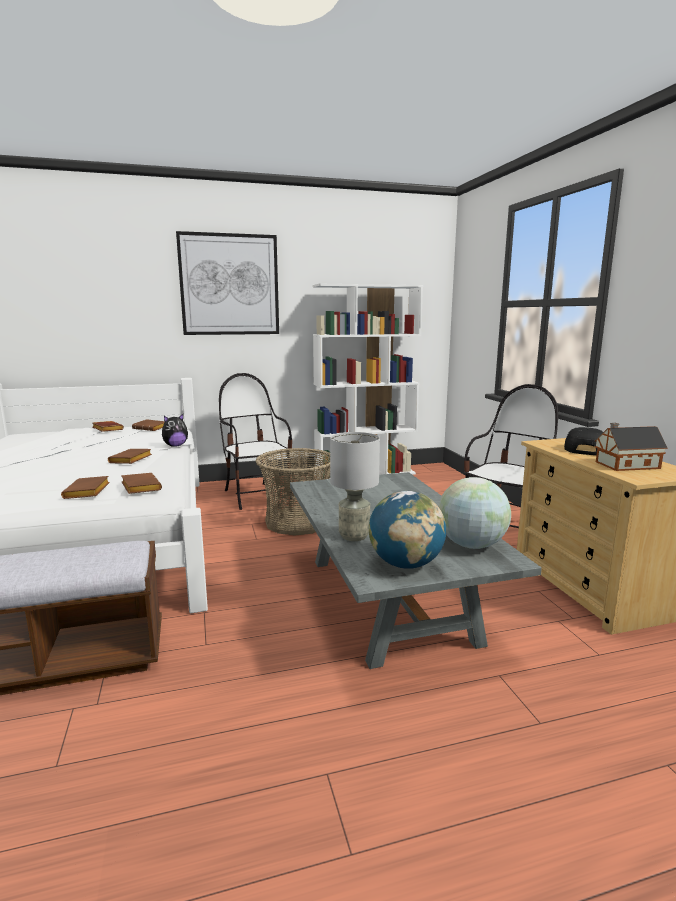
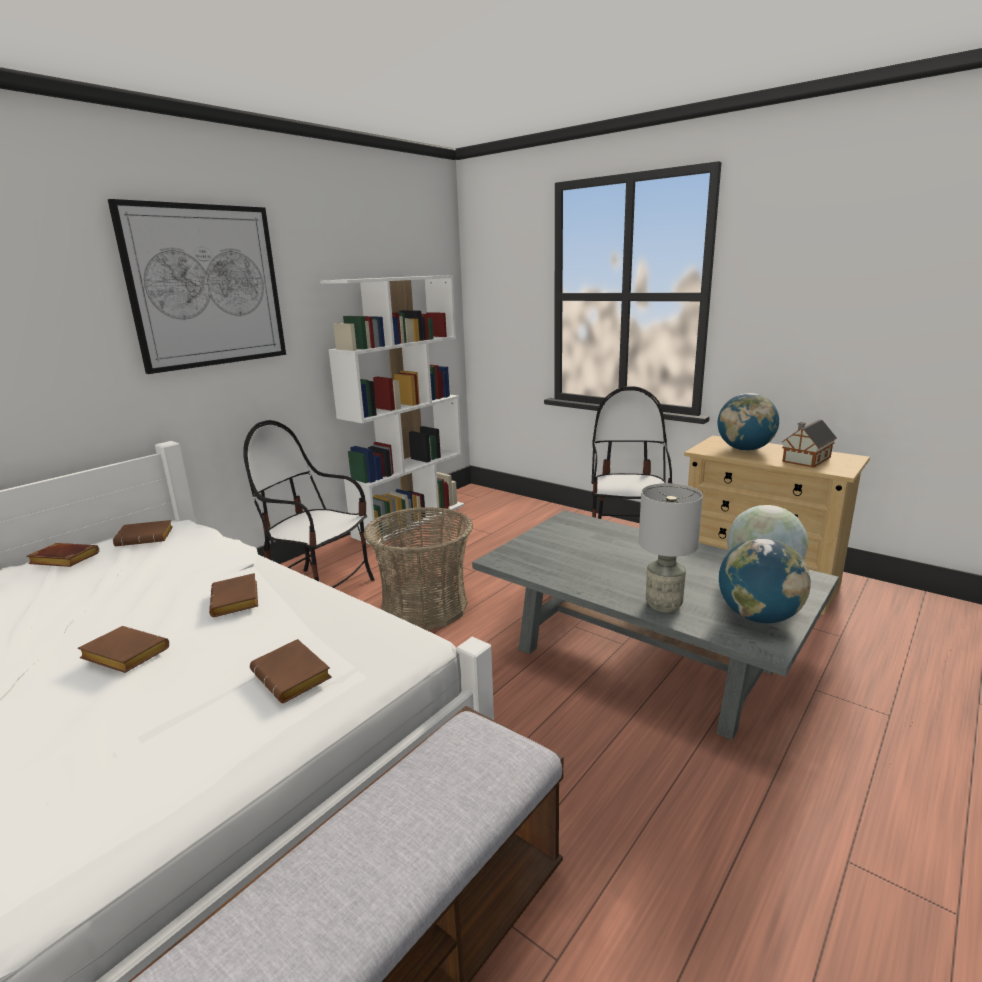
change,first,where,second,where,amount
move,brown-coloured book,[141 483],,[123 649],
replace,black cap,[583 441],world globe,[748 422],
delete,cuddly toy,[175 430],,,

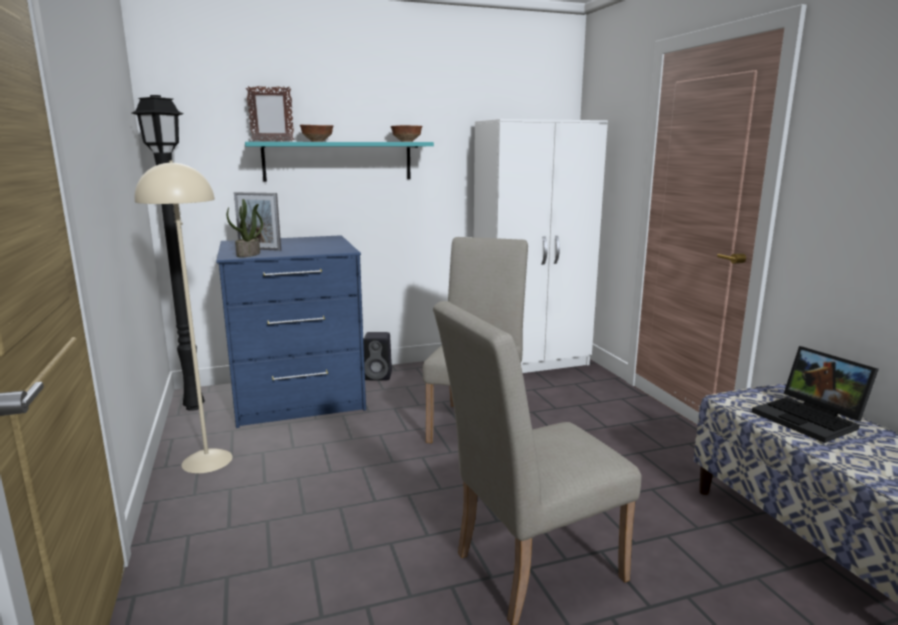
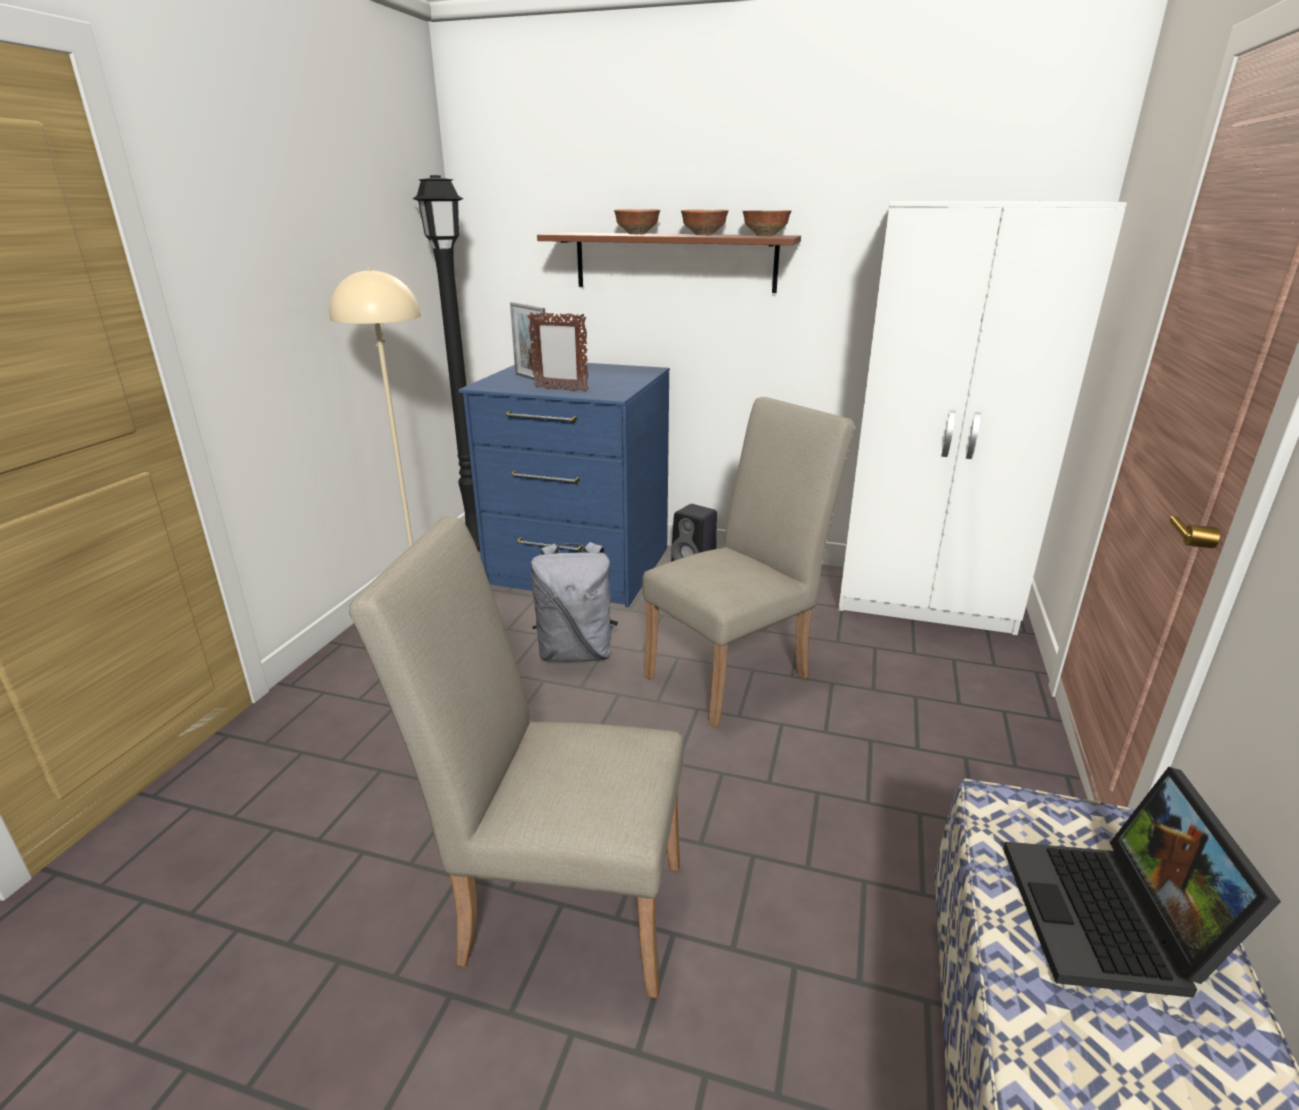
change,first,where,second,where,amount
move,picture frame,[270 113],,[558 352],
insert,,,gray rucksack,[574 602],
recolor,blue-green shelf,[339 162],brown-coloured shelf,[669 262],
insert,,,deep dish,[705 222],
delete,plant in a pot,[245 228],,,

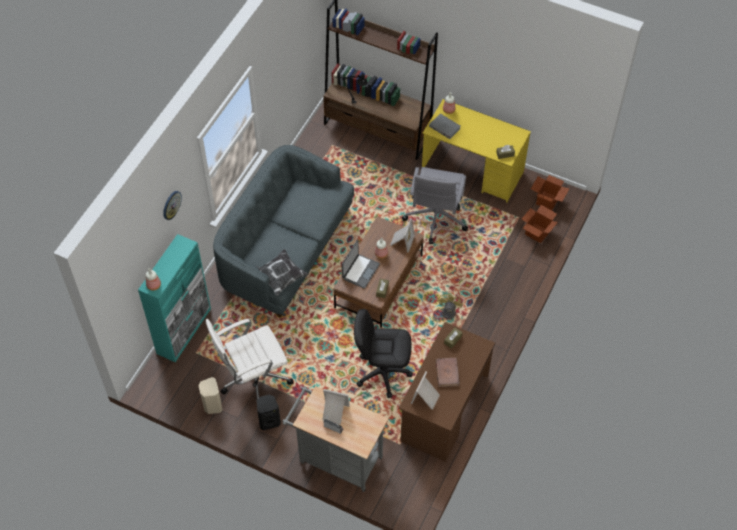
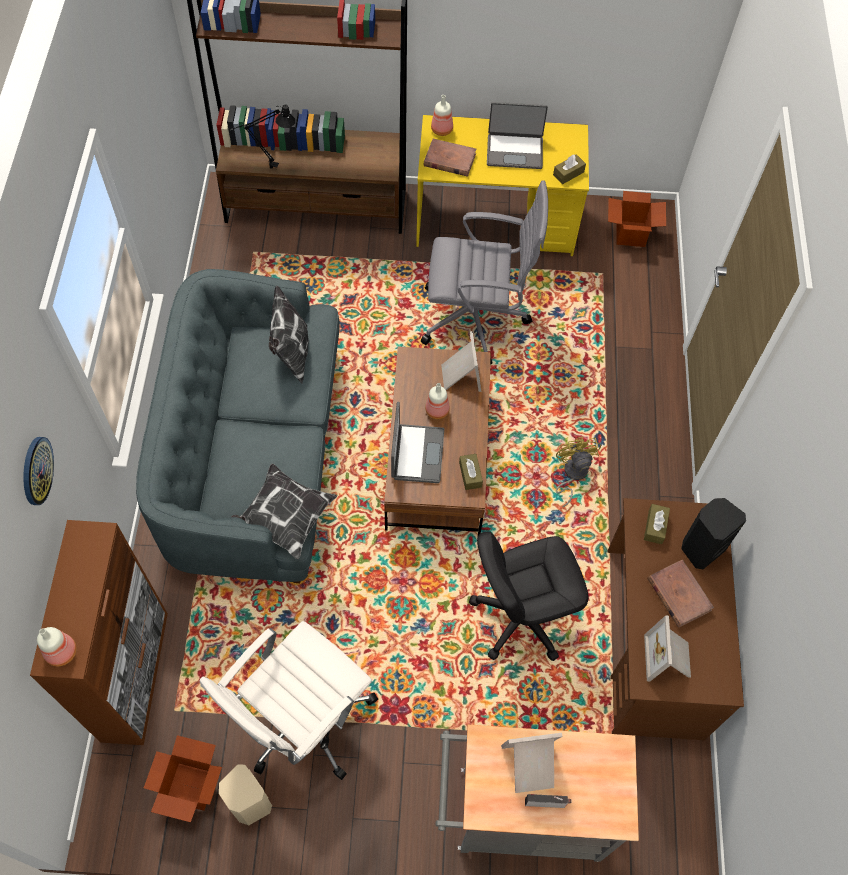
change,first,where,second,where,amount
recolor,blue-green cupboard,[174 298],brown-coloured cupboard,[99 632],
move,cardboard box,[540 224],,[183 778],
insert,,,throw pillow,[289 334],
rotate,gray office chair,[435 205],,[484 272],75 degrees counterclockwise
recolor,gray book,[445 126],brown-coloured book,[450 158],
insert,,,notebook computer,[517 135],
move,black speaker,[269 412],,[713 533],

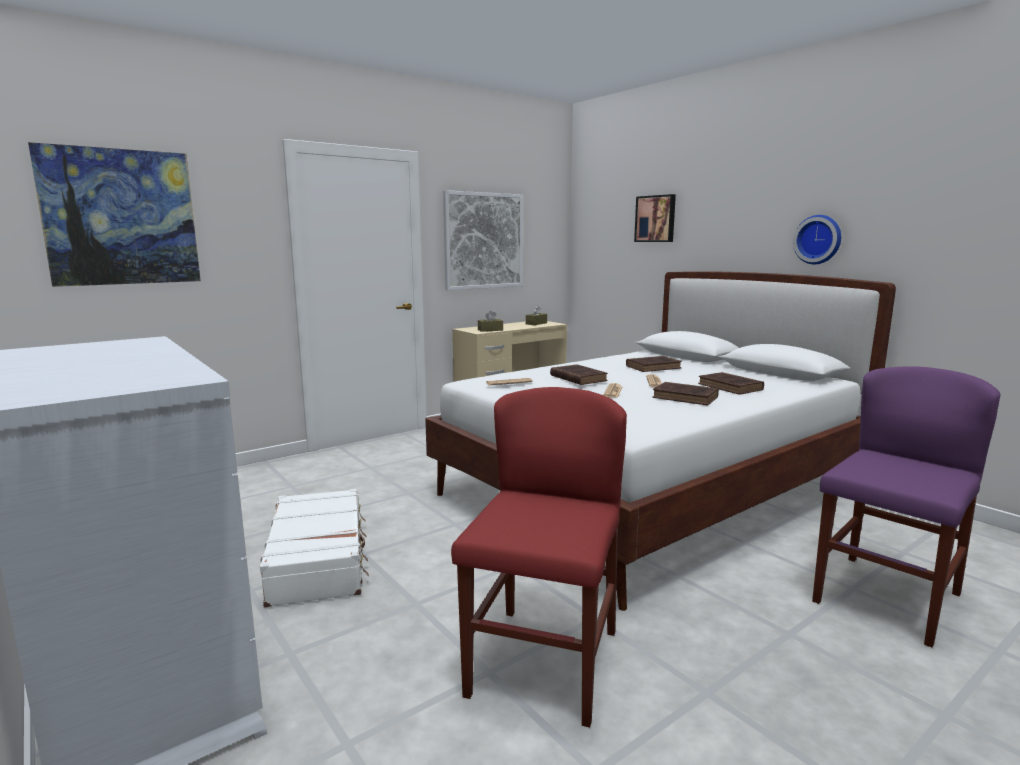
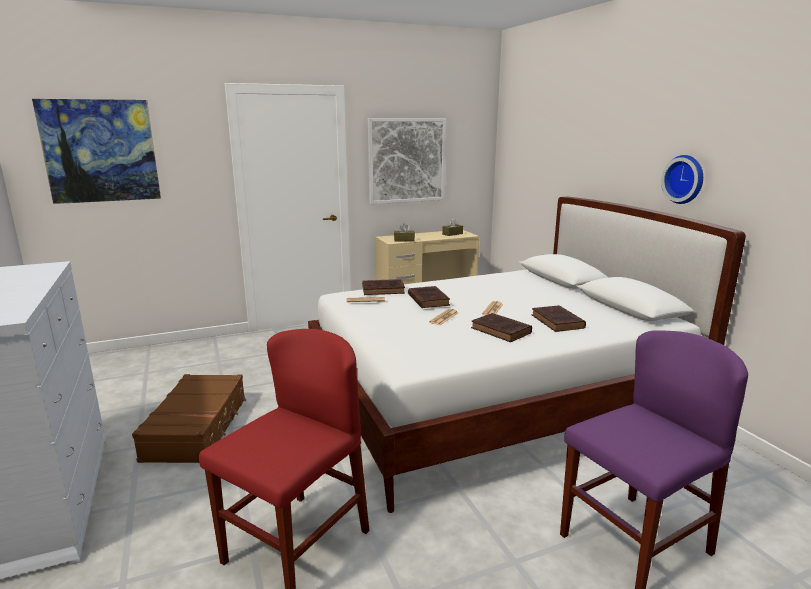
change,first,where,second,where,amount
recolor,white suitcase,[314 548],brown-coloured suitcase,[189 418],
move,brown-coloured book,[654 364],,[383 287],
delete,wall picture,[655 218],,,

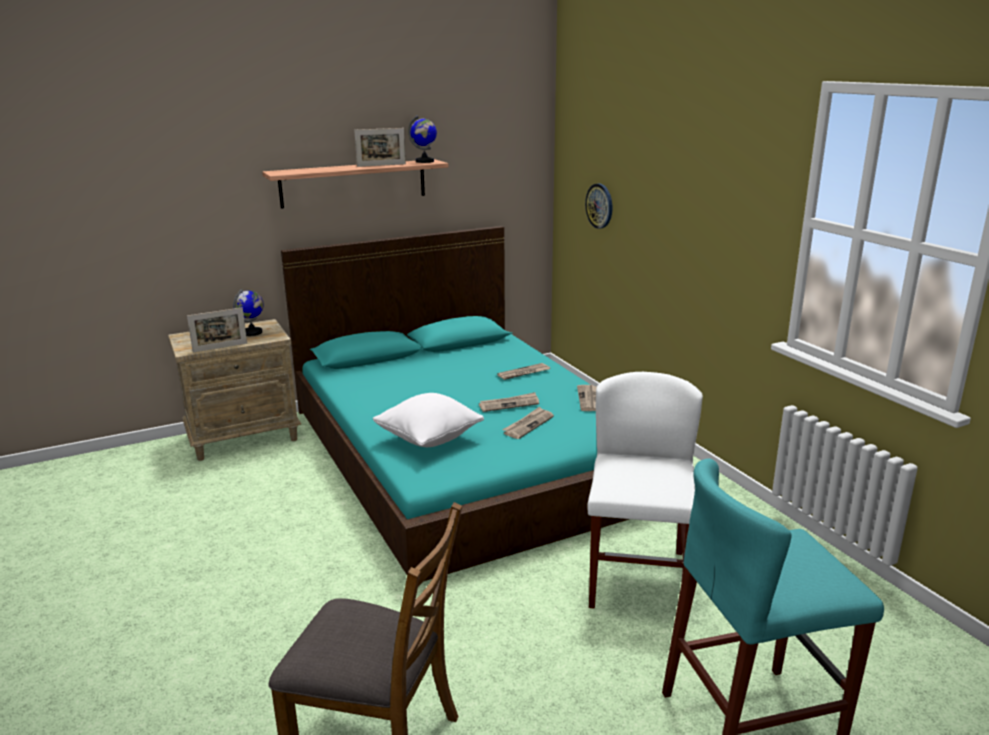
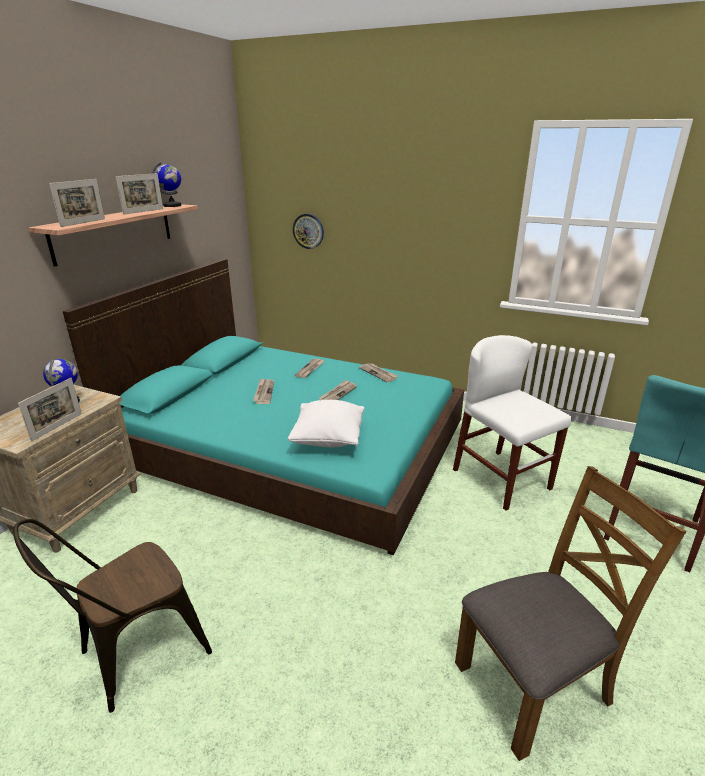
change,first,where,second,where,amount
insert,,,brown-coloured chair,[112 616],
insert,,,picture frame,[77 203],
move,daily paper,[528 423],,[263 391],

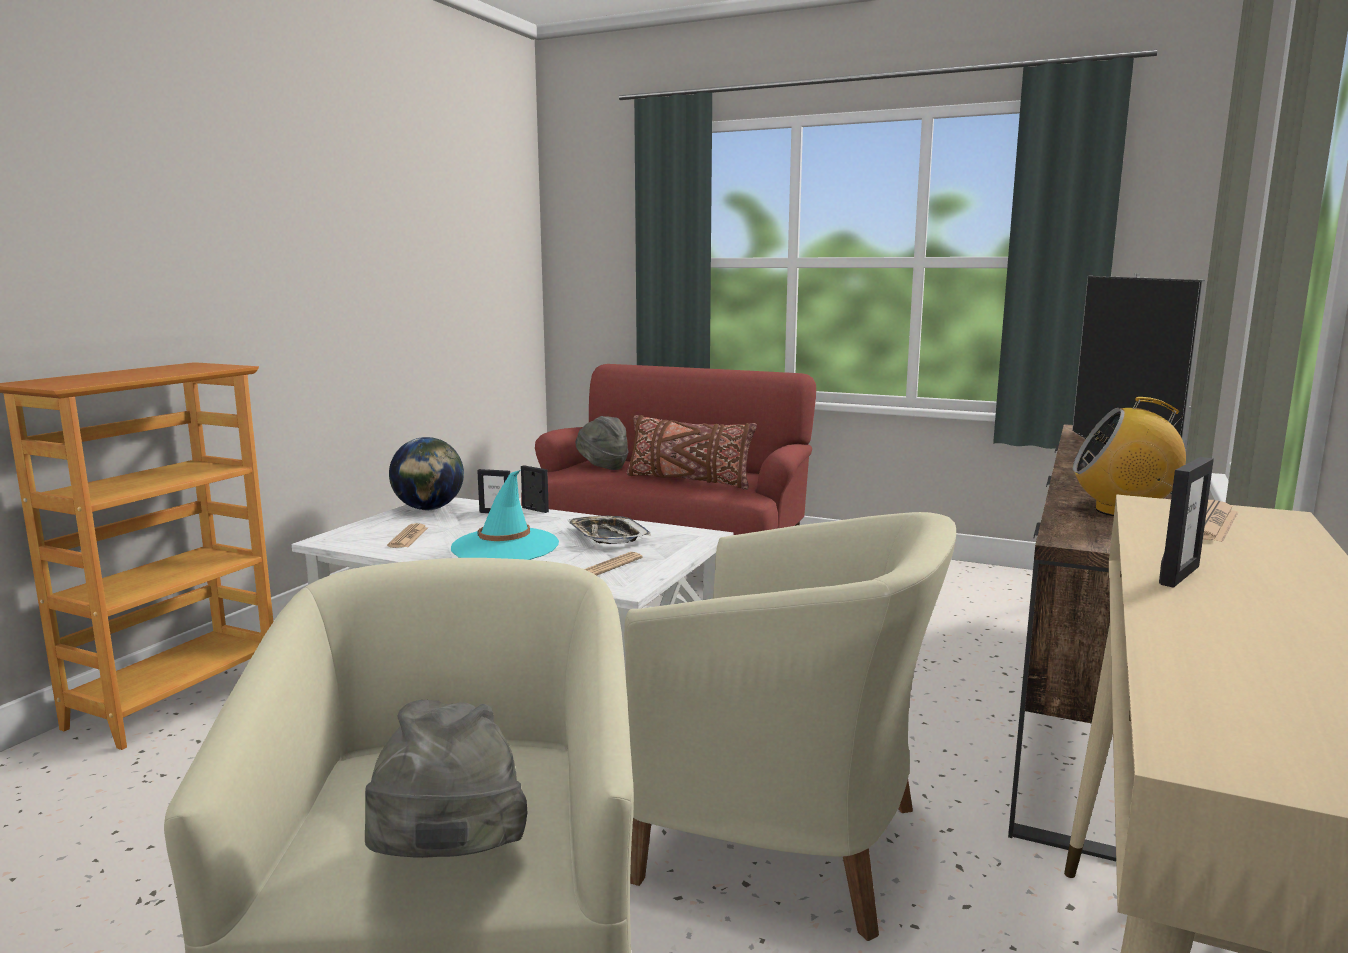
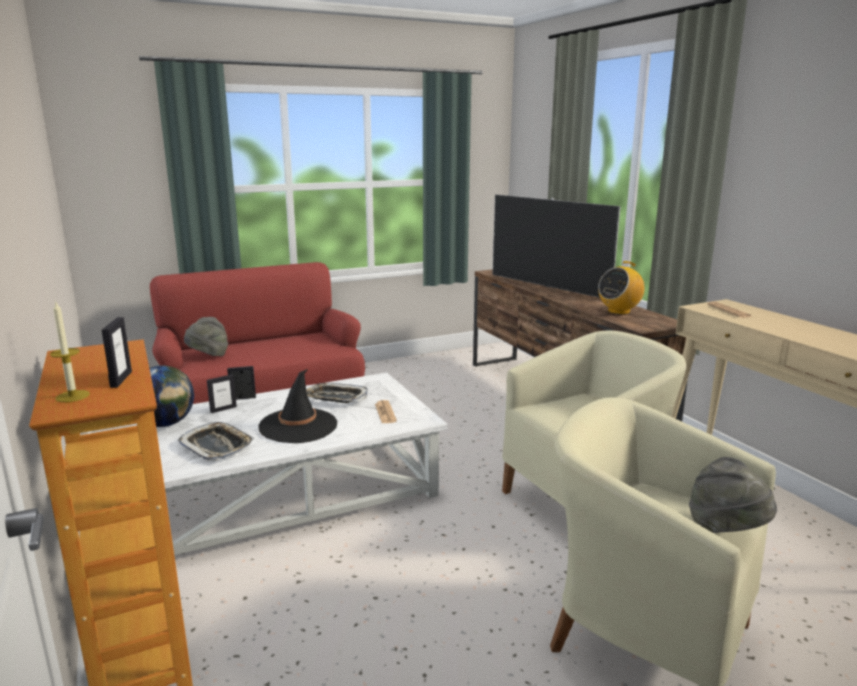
change,first,where,second,where,amount
insert,,,wax light,[70 351],
move,picture frame,[1186 522],,[117 352],
replace,daily paper,[407 535],tray,[216 441],
recolor,blue-green hat,[505 515],black hat,[298 406],
delete,brown-coloured throw pillow,[692 452],,,

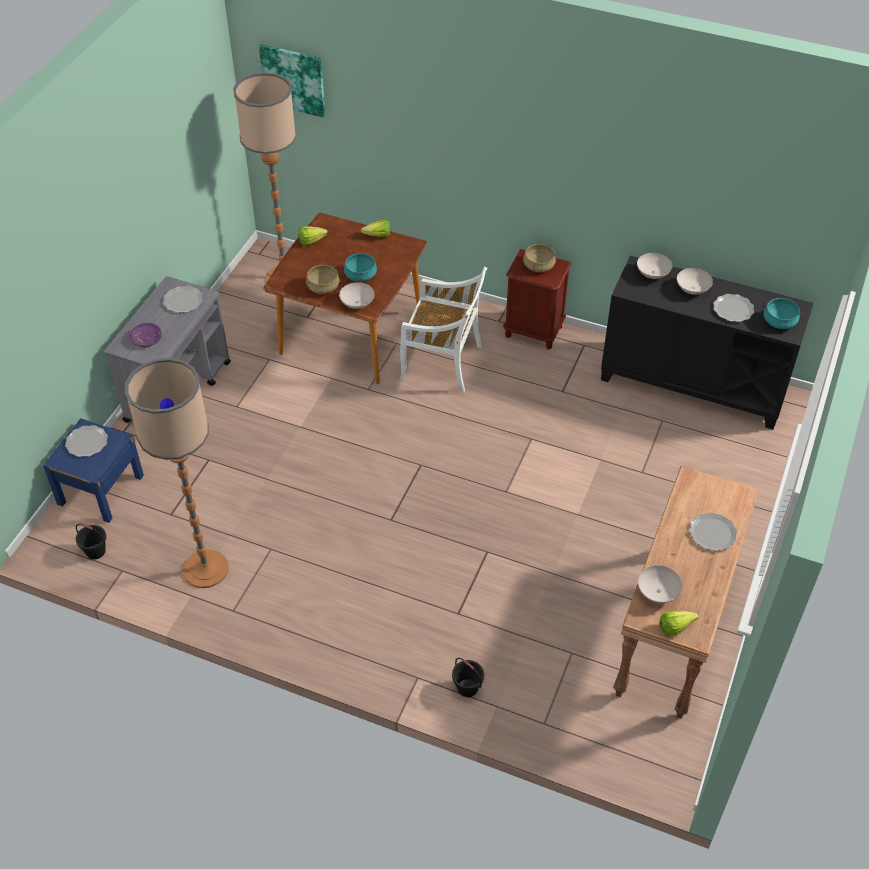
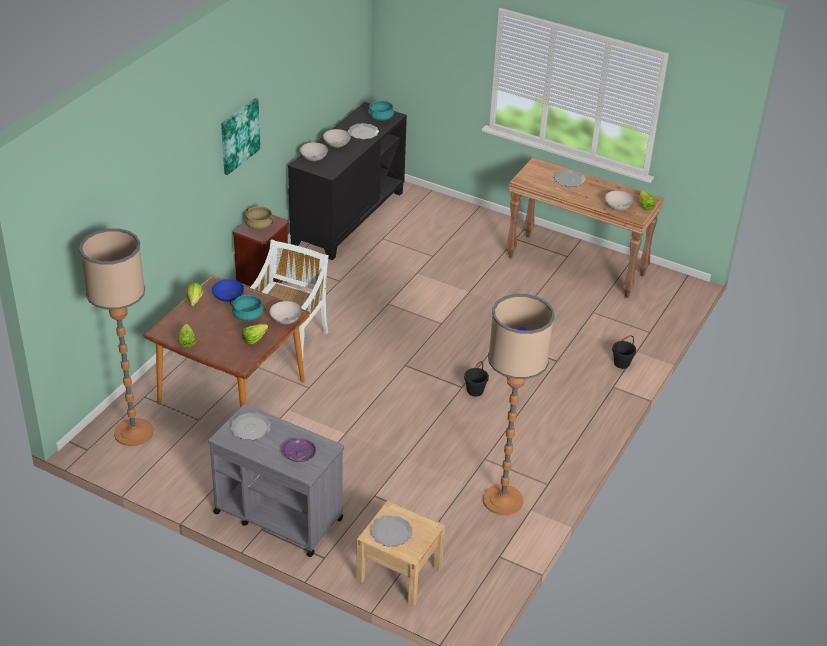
change,first,where,second,where,amount
insert,,,blue-coloured deep dish,[228 290],
move,wall picture,[292 81],,[240 136],
replace,beige-coloured saucepot,[323 279],head of lettuce,[255 334],
recolor,blue-coloured night table,[93 470],beige-coloured night table,[400 554],
move,black water bucket,[91 541],,[476 379],

